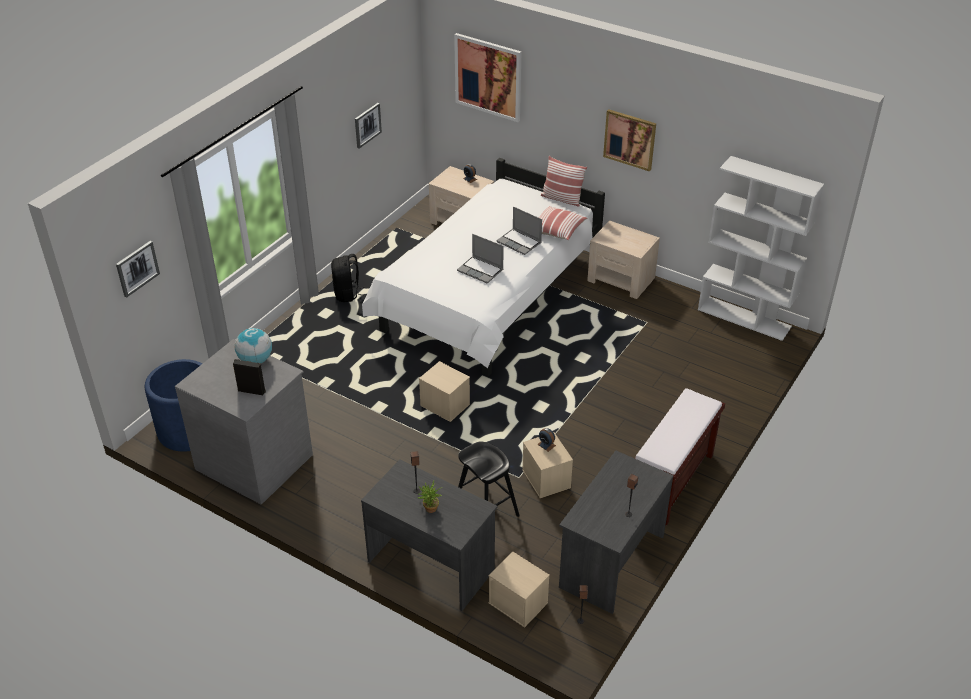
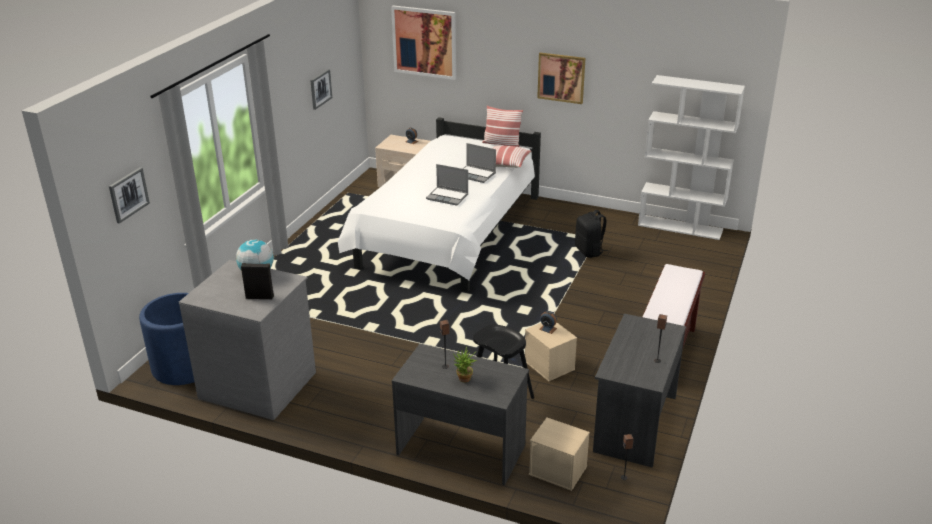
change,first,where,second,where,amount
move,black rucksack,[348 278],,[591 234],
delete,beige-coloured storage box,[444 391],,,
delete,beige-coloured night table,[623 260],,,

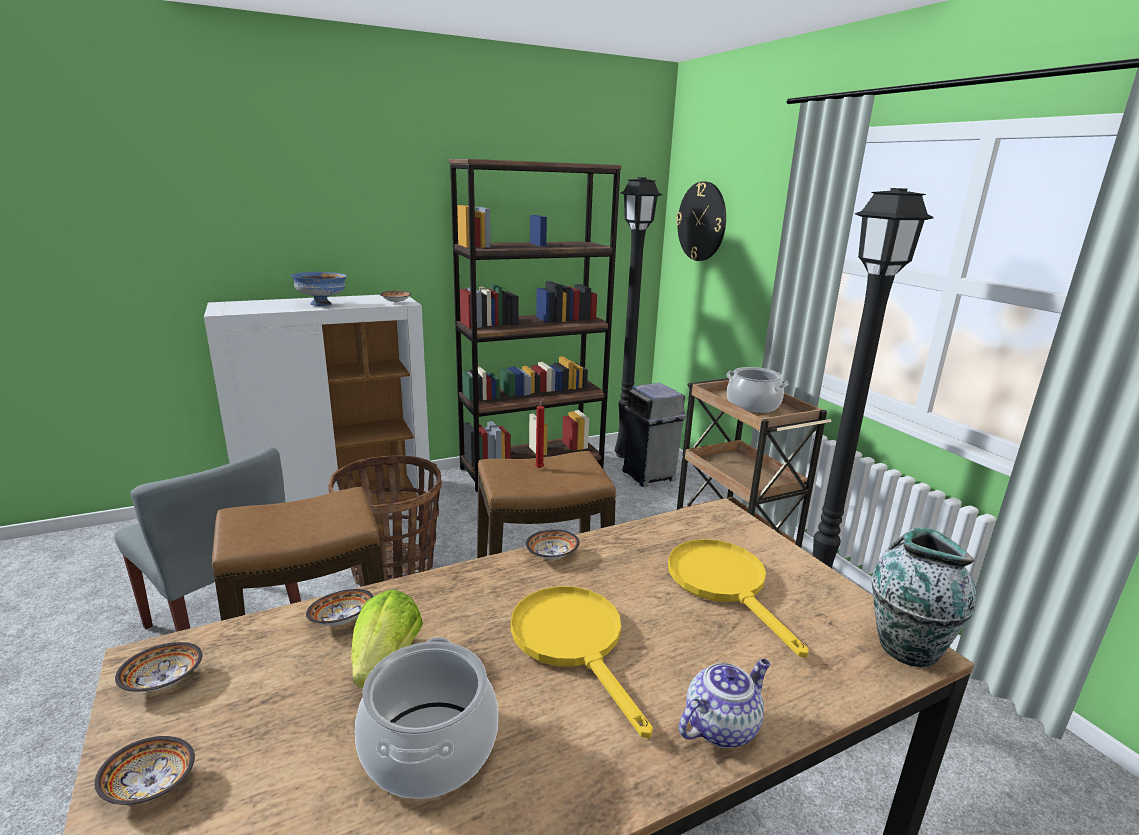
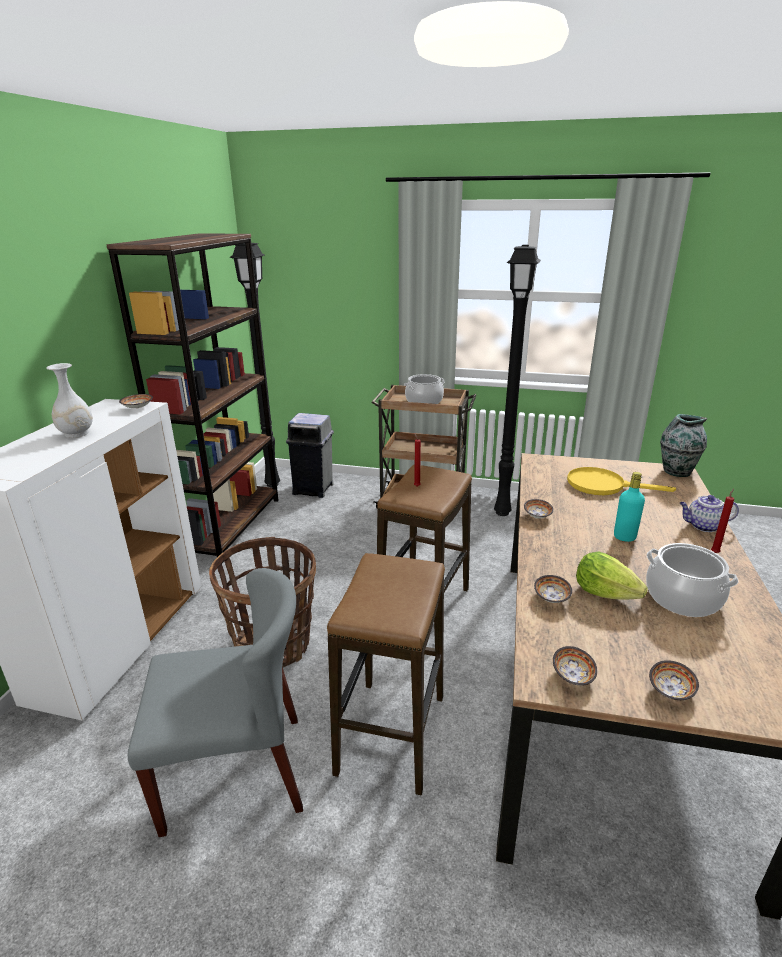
change,first,where,second,where,amount
replace,blue-coloured deep dish,[319 289],white decorative vase,[69 400],
replace,yellowish frying pan,[582 662],blue-green beverage bottle,[629 507],
rotate,tea pot,[724 703],,[709 513],90 degrees counterclockwise
insert,,,red-coloured wax light,[722 521],
delete,hanging clock,[701 221],,,

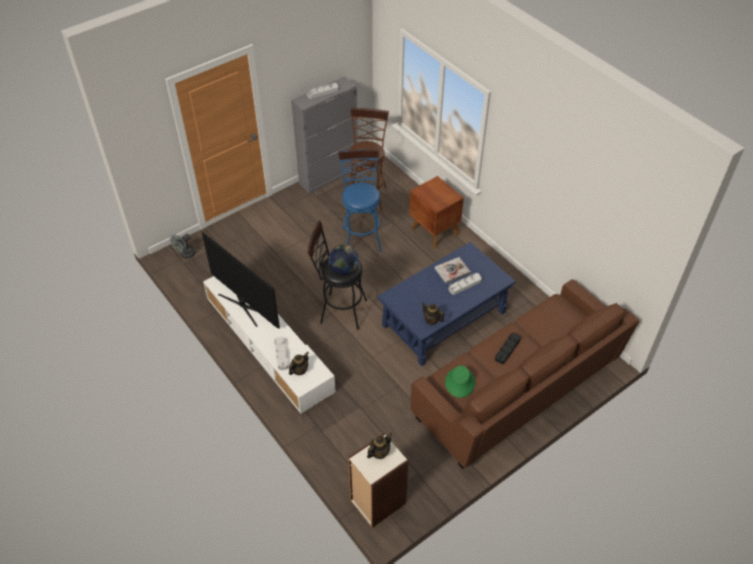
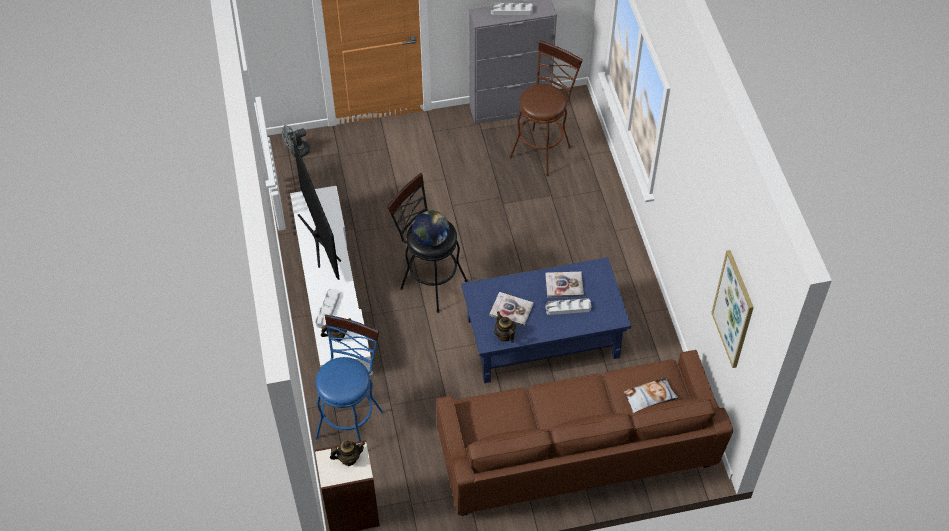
change,first,where,second,where,amount
move,blue-coloured sitting stool,[360 200],,[349 378],
insert,,,book,[511 309],
insert,,,throw pillow,[651 395],
insert,,,wall picture,[732 309],
delete,brown-coloured night table,[436 212],,,
delete,green hat,[460 381],,,
delete,black tray,[508 348],,,

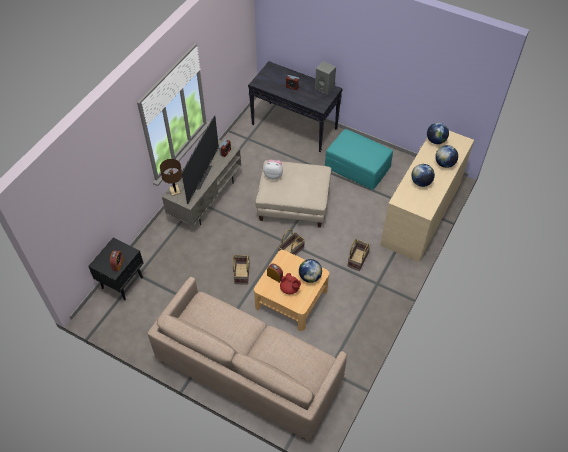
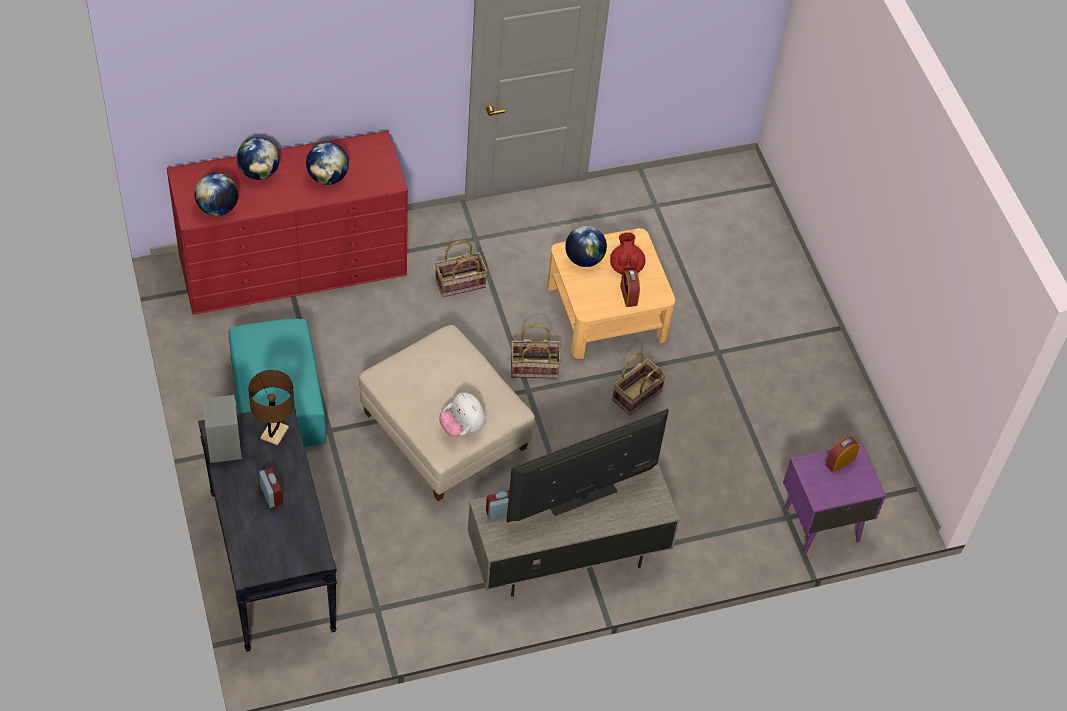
change,first,where,second,where,amount
recolor,beige-coloured dresser,[427 196],red-coloured dresser,[287 223],
move,brown-coloured tabletop lamp,[171 177],,[271 408],
recolor,black night table,[116 269],purple-coloured night table,[834 499],
delete,beige-coloured sofa,[247 358],,,

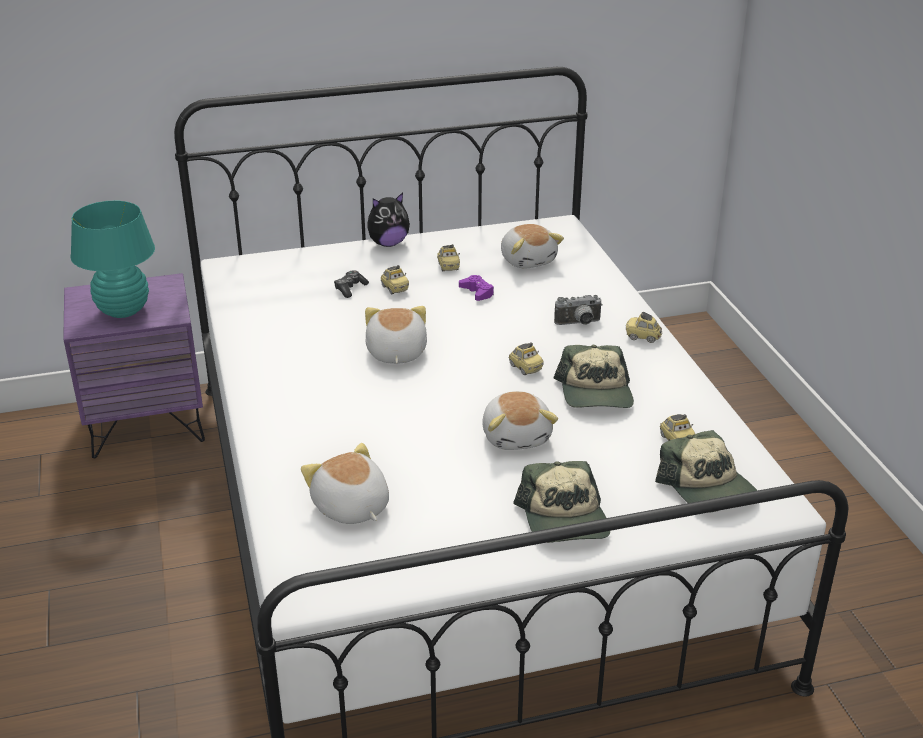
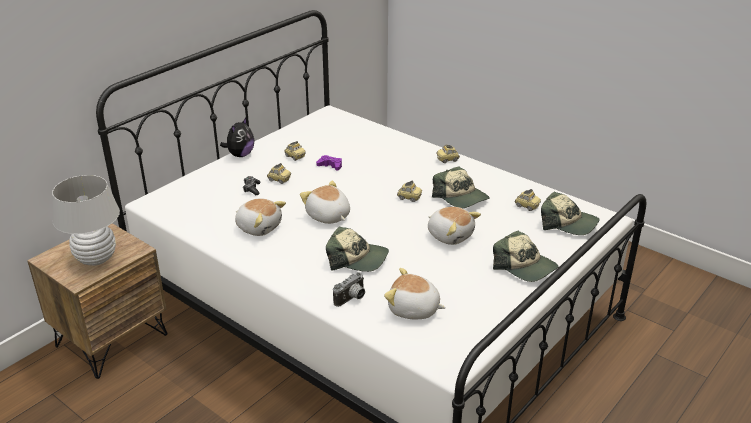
change,first,where,second,where,amount
recolor,purple-coloured night table,[134 365],brown-coloured night table,[97 301],
recolor,blue-green tabletop lamp,[113 259],white tabletop lamp,[86 220],
move,cuddly toy,[532 246],,[260 217],
insert,,,cap,[357 249],
move,still camera,[578 310],,[349 289],

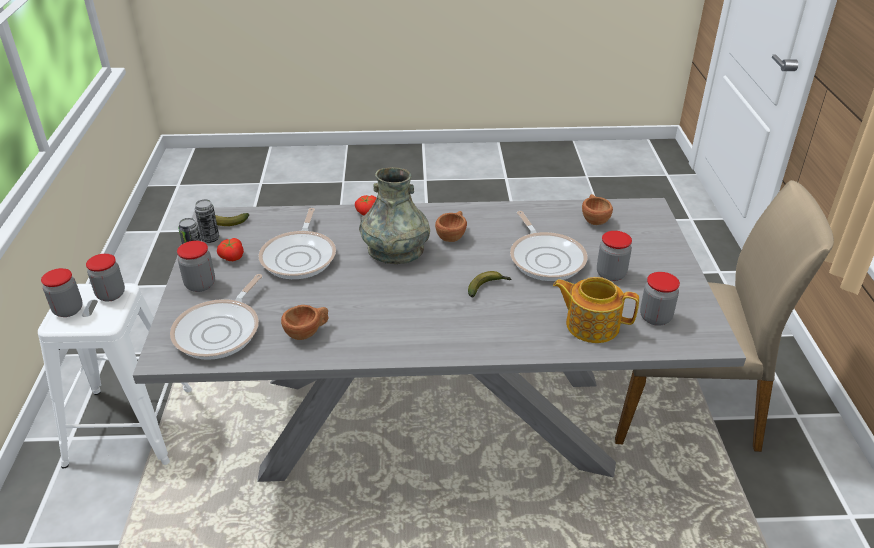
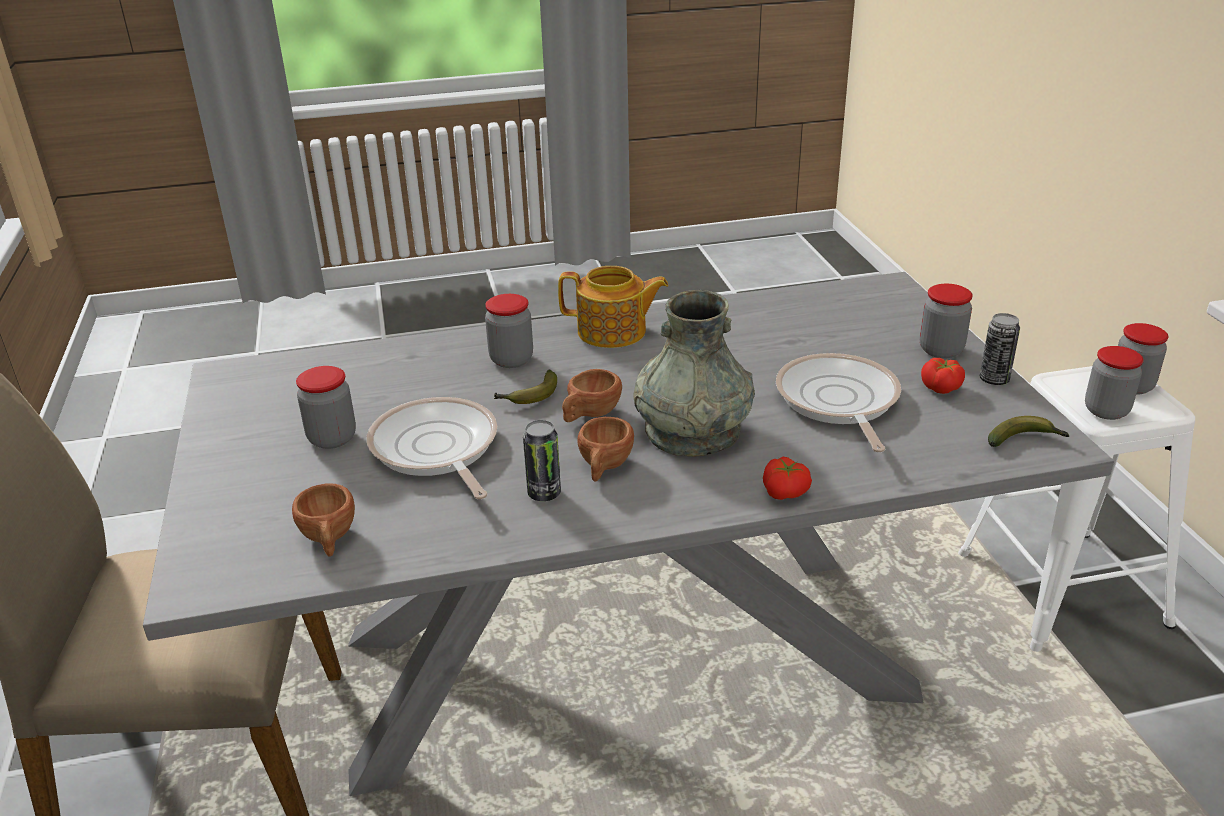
change,first,where,second,where,amount
move,jar,[660 299],,[509 331],
move,can,[207 221],,[542 460],
move,tea pot,[596 310],,[613 307],
move,brown-coloured drinking cup,[305 322],,[592 395],
delete,frying pan,[216 317],,,

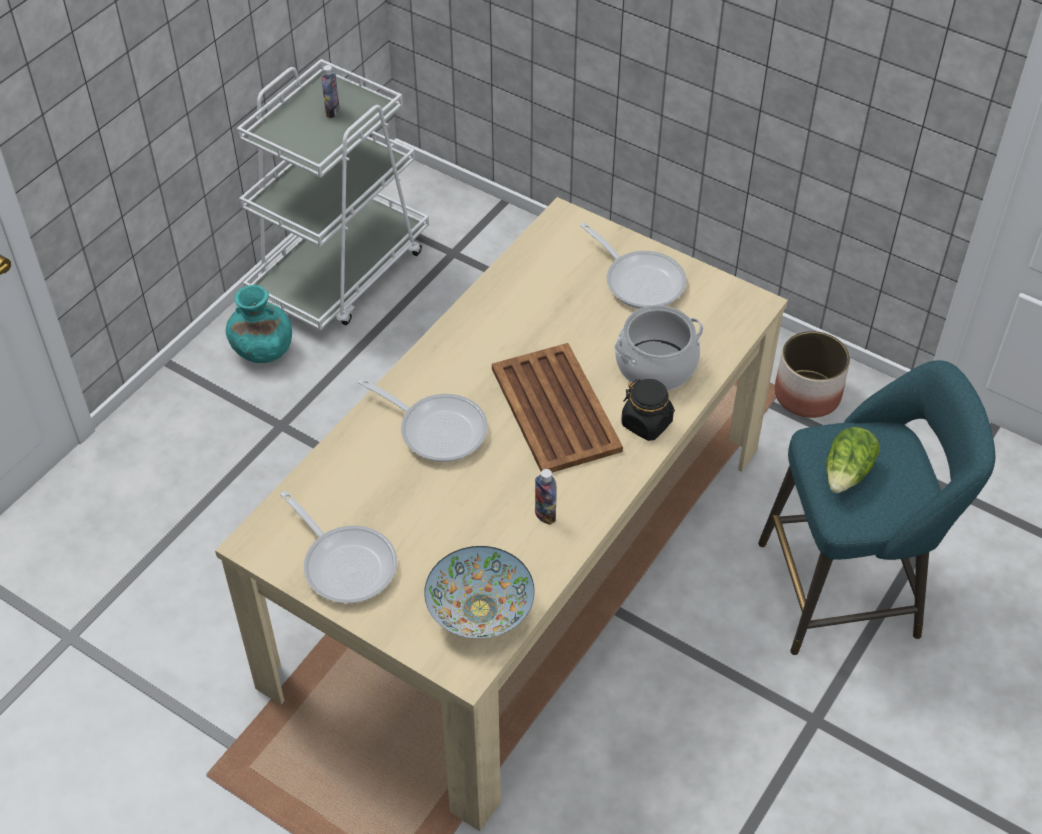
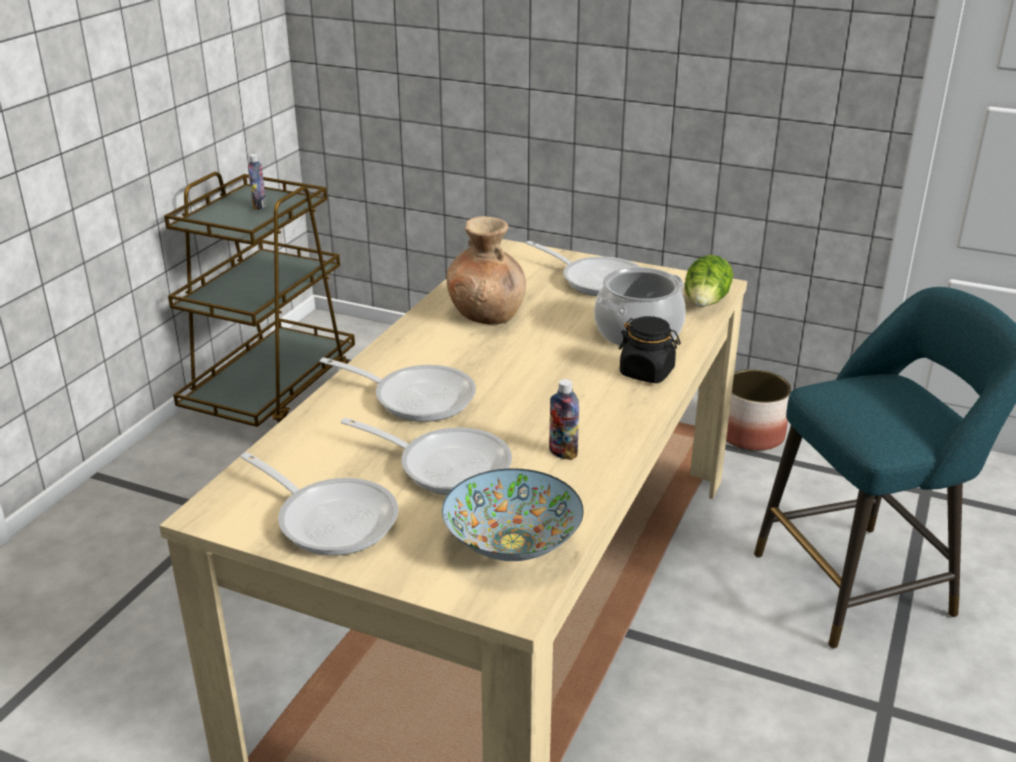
change,first,where,second,where,amount
recolor,white trolley,[333 195],brown-coloured trolley,[259 299],
insert,,,frying pan,[426 456],
insert,,,brown-coloured decorative vase,[486 270],
move,head of lettuce,[853 460],,[709 281],
delete,blue-green decorative vase,[259 324],,,
delete,brown-coloured tray,[557 408],,,

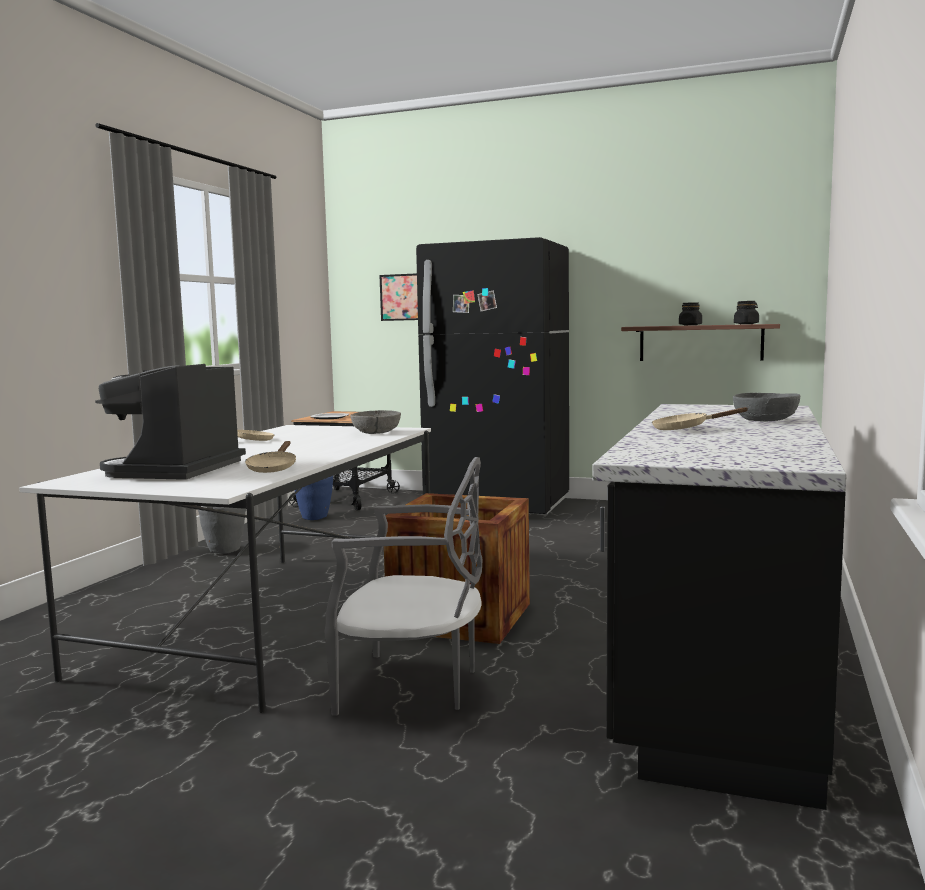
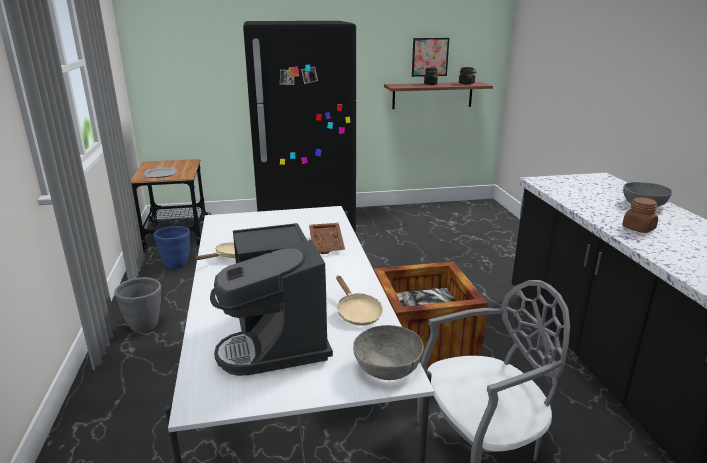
change,first,where,second,where,amount
insert,,,brown-coloured tray,[327 238],
move,gray deep dish,[375 422],,[388 352],
move,wall picture,[398 297],,[430 57],
replace,beige-coloured frying pan,[700 418],brown-coloured jar,[640 215],

